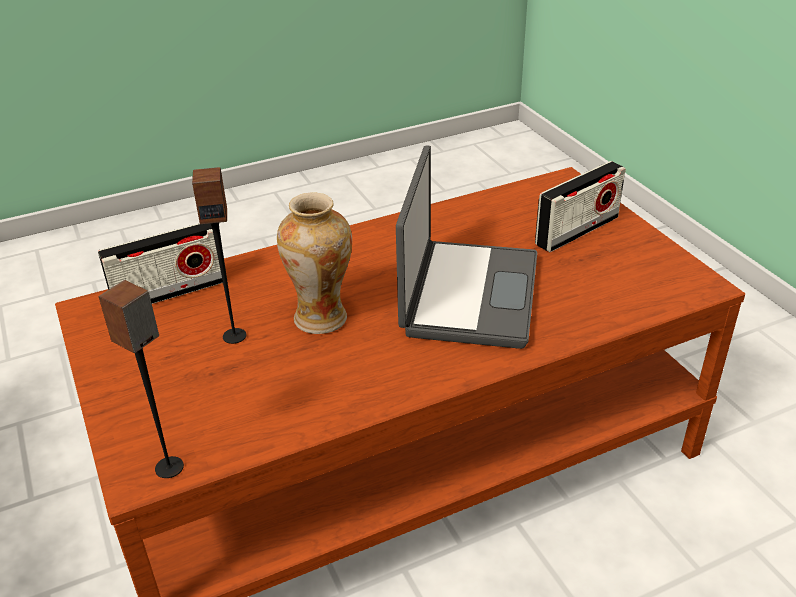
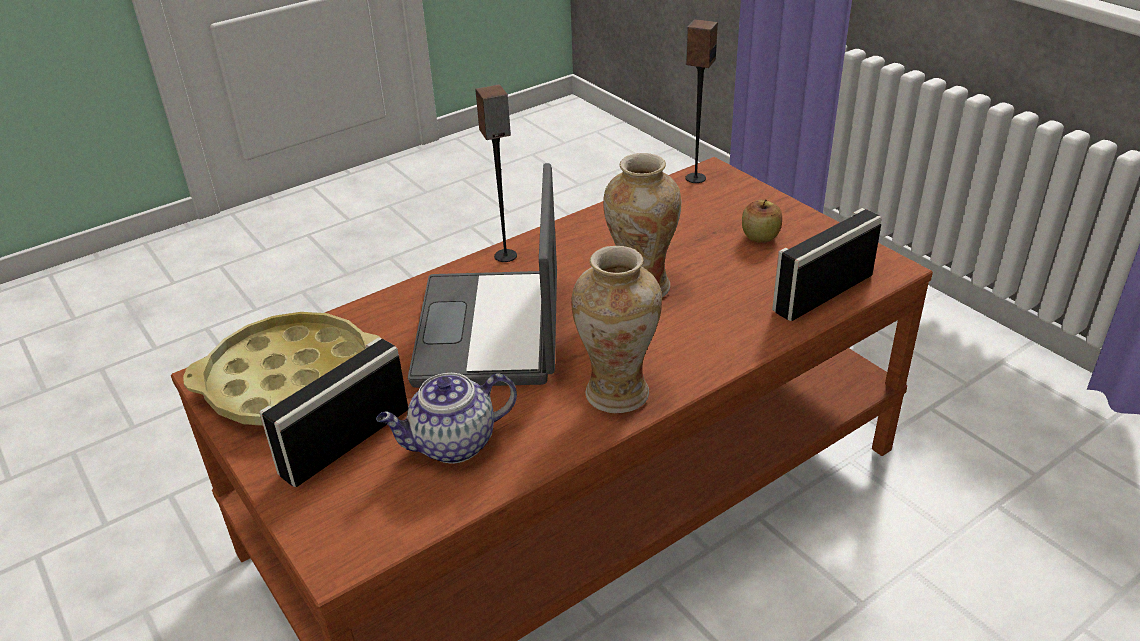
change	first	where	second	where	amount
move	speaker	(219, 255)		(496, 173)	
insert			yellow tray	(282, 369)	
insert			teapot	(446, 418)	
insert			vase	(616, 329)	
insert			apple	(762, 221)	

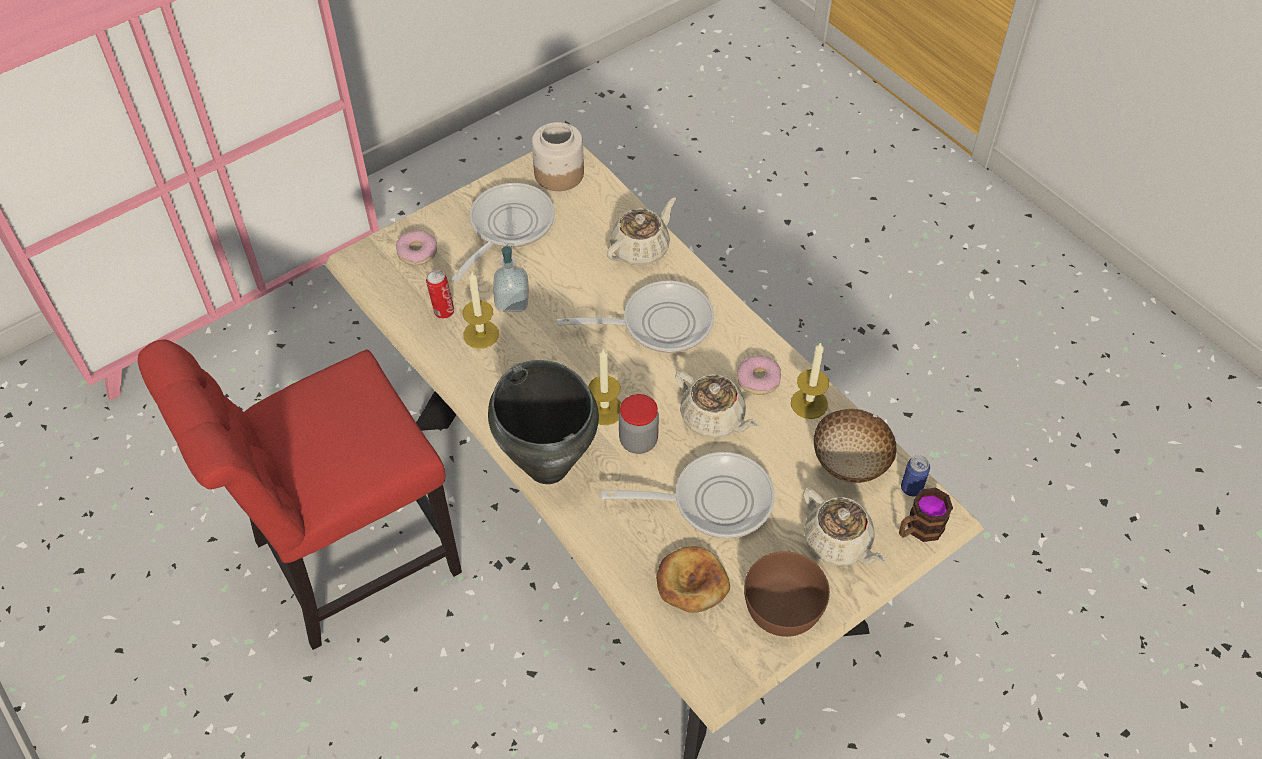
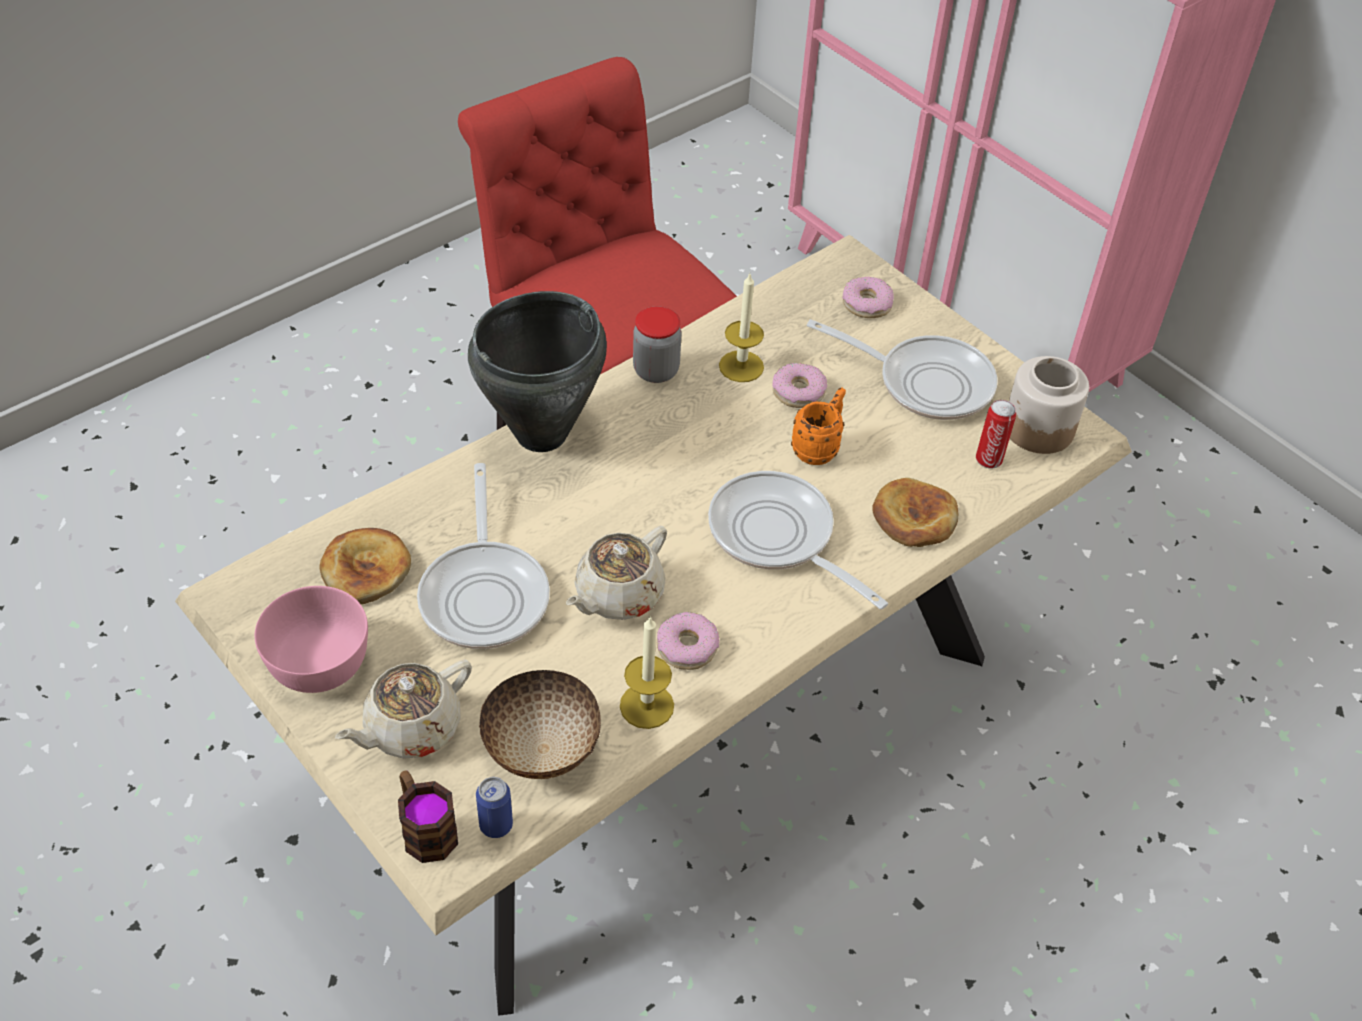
change	first	where	second	where	amount
move	can	(440, 294)		(996, 434)	
replace	soap dispenser	(511, 279)	donut	(799, 385)	
rotate	frying pan	(635, 316)		(798, 540)	150 degrees clockwise
delete	candle	(604, 387)			
replace	beige teapot	(641, 231)	bread	(915, 512)	
move	jar	(639, 424)		(657, 345)	
recolor	brown bowl	(787, 594)	pink bowl	(311, 639)	
insert			orange mug	(818, 426)	

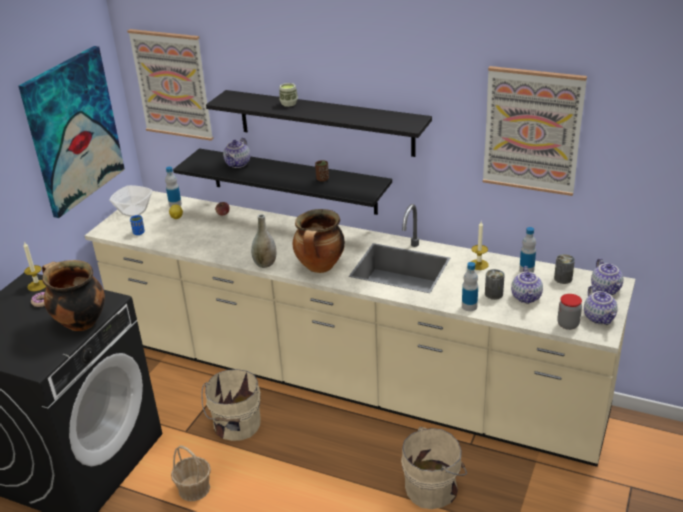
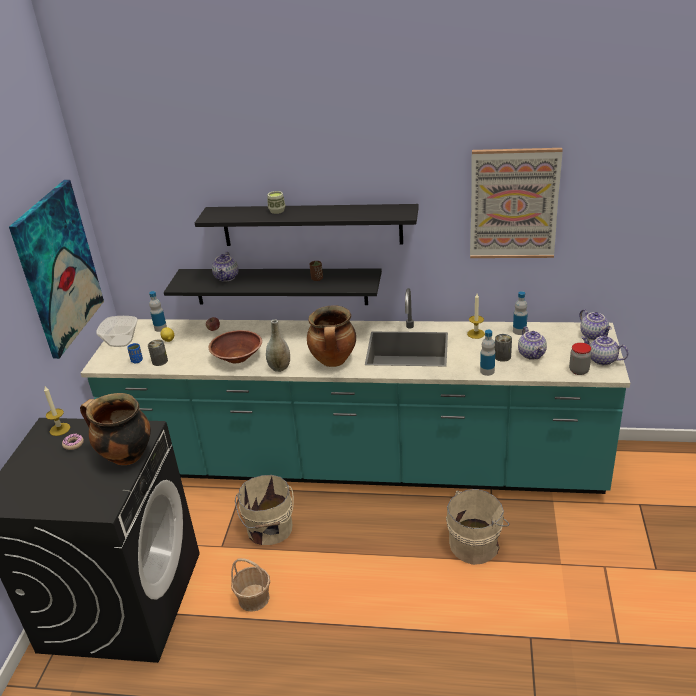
change	first	where	second	where	amount
recolor	beige counter	(360, 329)	turquoise counter	(355, 391)	
delete	picture	(170, 85)			
move	can	(564, 269)		(158, 353)	
rotate	teapot	(601, 305)		(605, 350)	150 degrees clockwise
insert			brown bowl	(235, 346)	

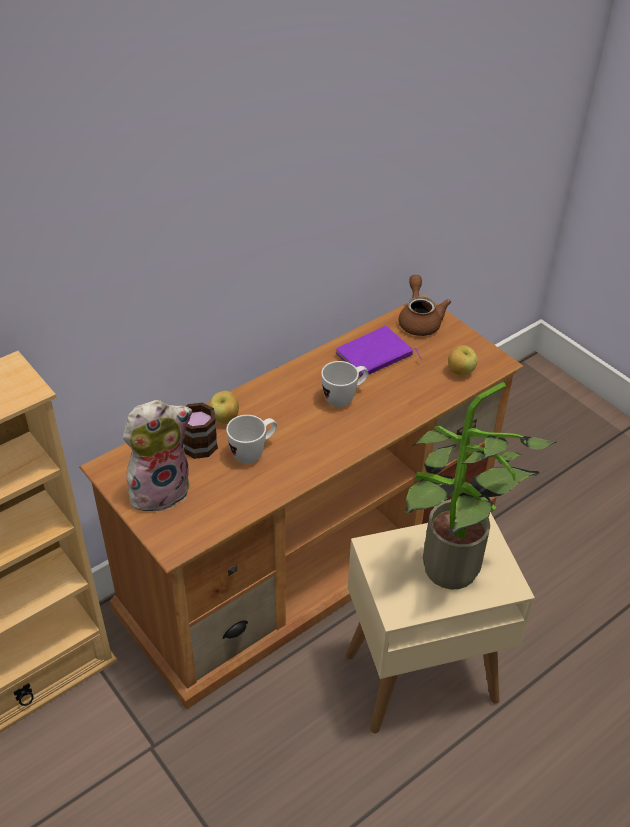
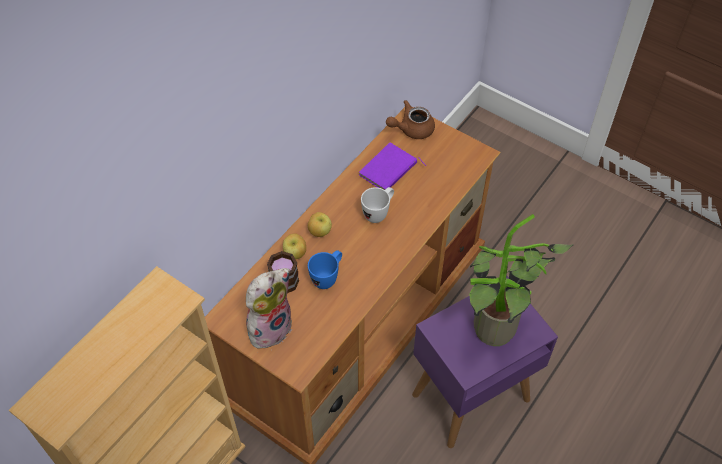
change	first	where	second	where	amount
recolor	white mug	(251, 439)	blue mug	(325, 269)	
recolor	beige side table	(440, 622)	purple side table	(485, 362)	
rotate	brown teapot	(425, 305)		(410, 119)	90 degrees counterclockwise
move	apple	(463, 360)		(320, 224)	

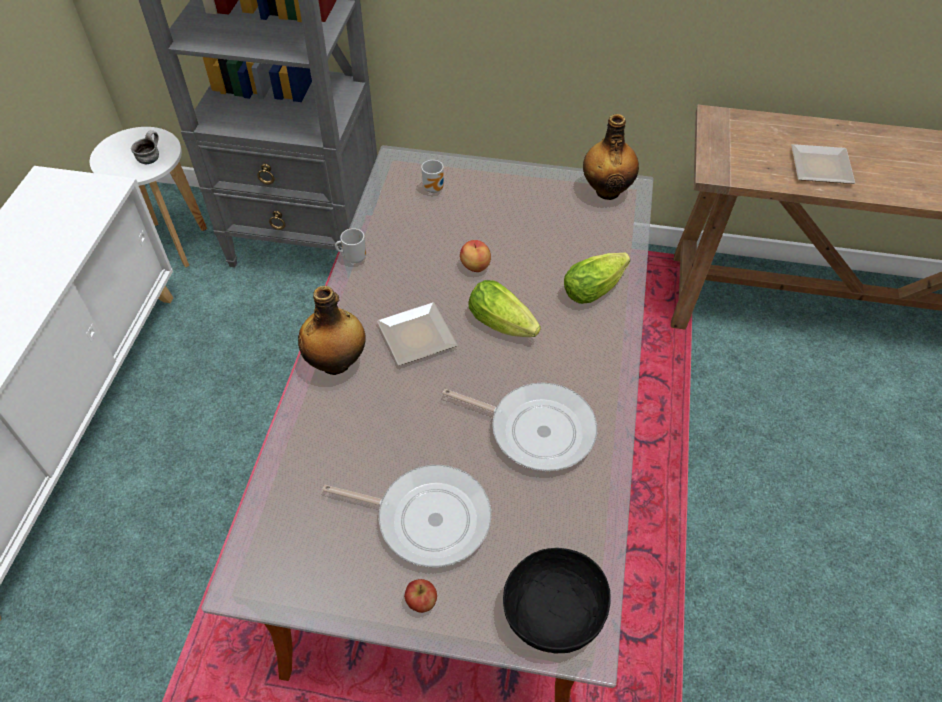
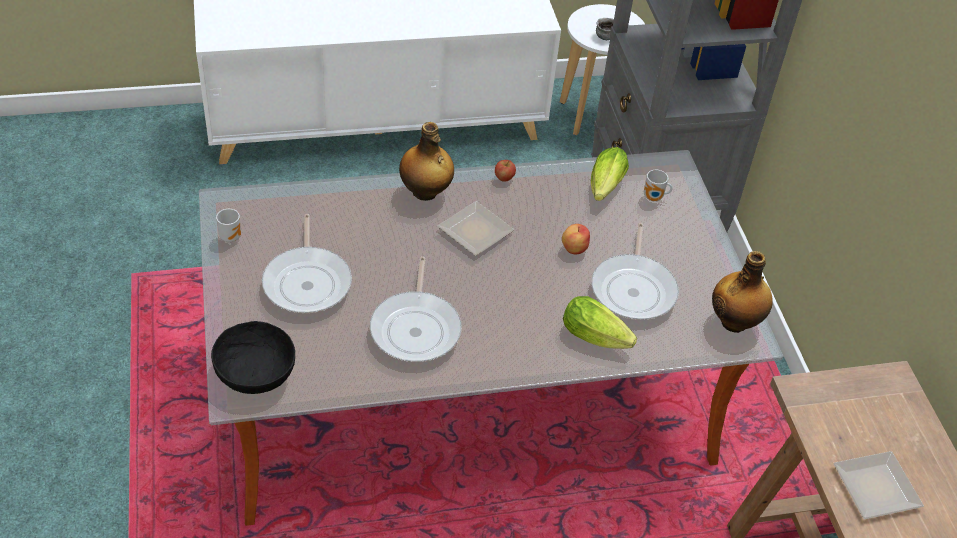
change	first	where	second	where	amount
move	mug	(350, 245)		(228, 225)	
move	apple	(420, 596)		(505, 171)	
move	lettuce	(504, 308)		(610, 174)	
insert			frying pan	(635, 271)	

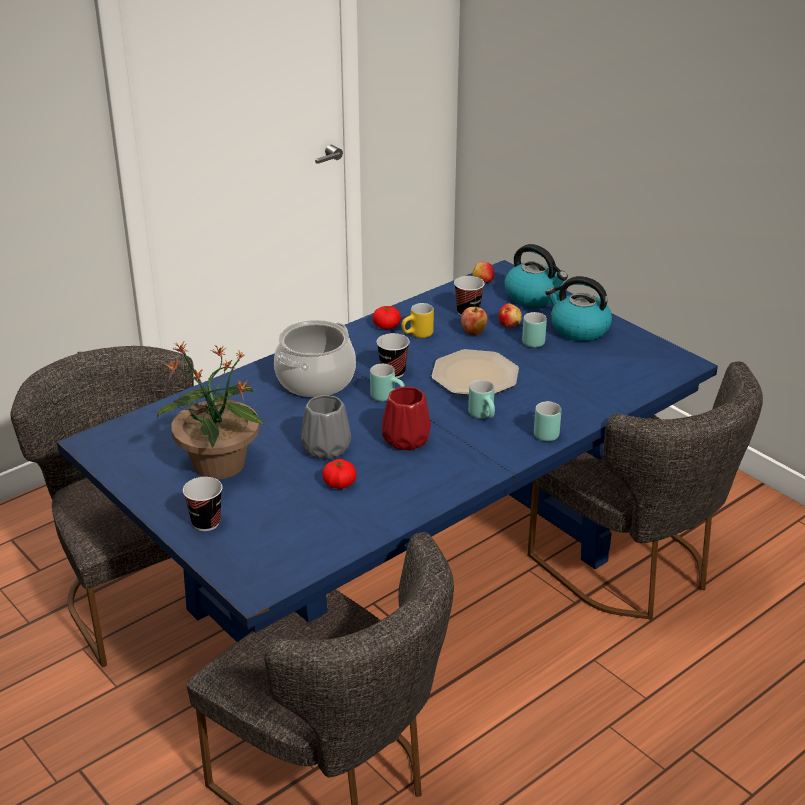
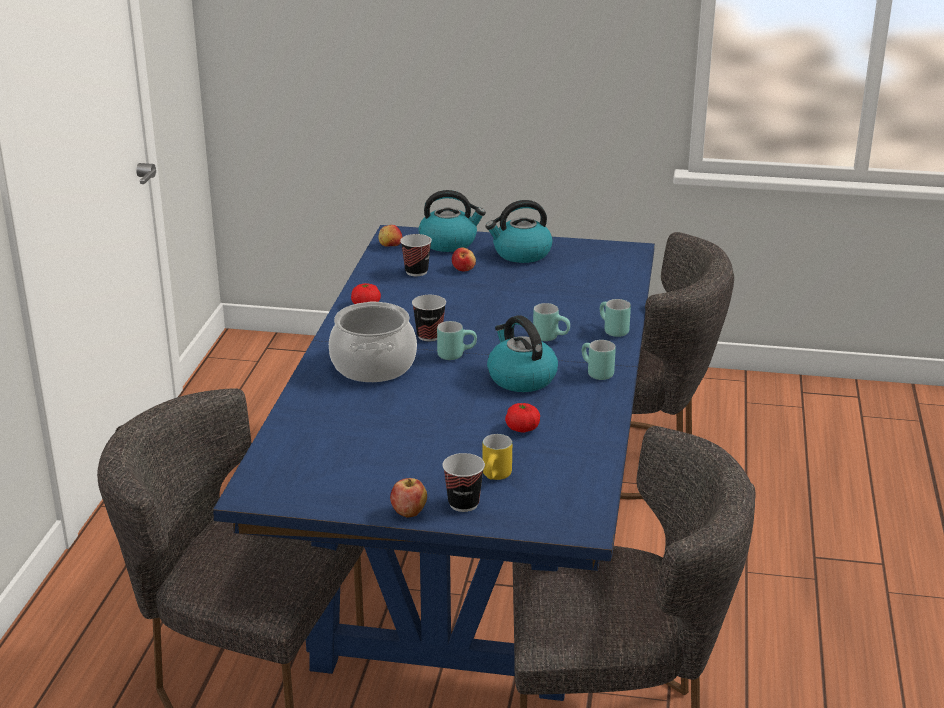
change	first	where	second	where	amount
delete	potted plant	(210, 410)			
delete	grey vase	(326, 427)			
replace	red vase	(406, 418)	kettle	(522, 353)	
move	yellow mug	(417, 320)		(497, 457)	
delete	plate	(475, 372)			
move	apple	(474, 321)		(408, 497)	
move	turquoise mug	(534, 330)		(599, 360)	

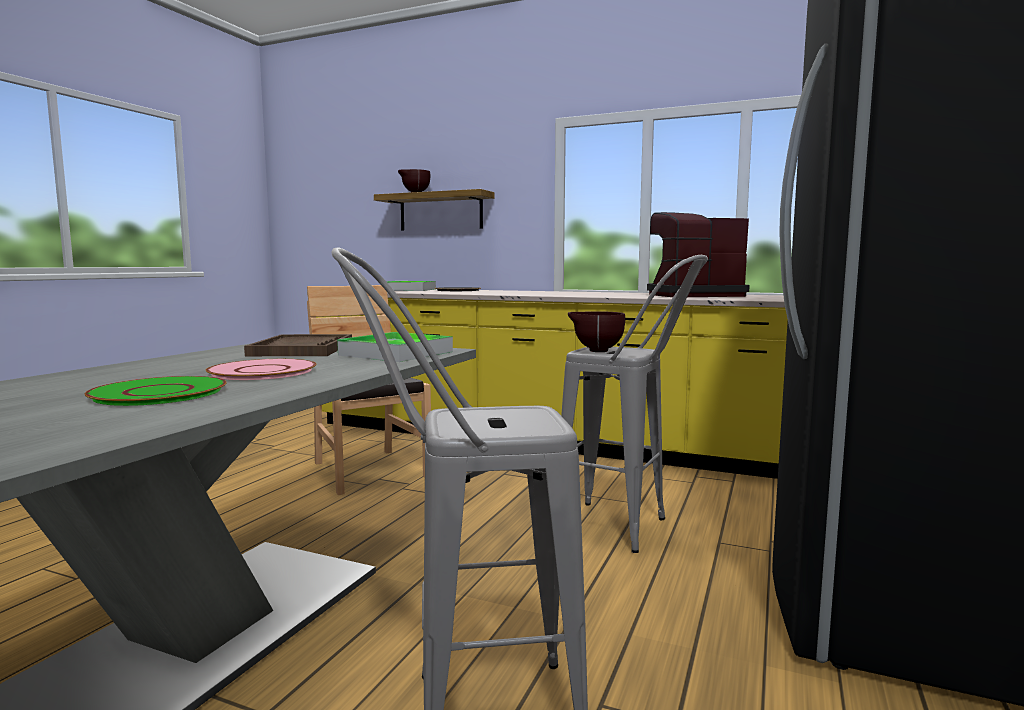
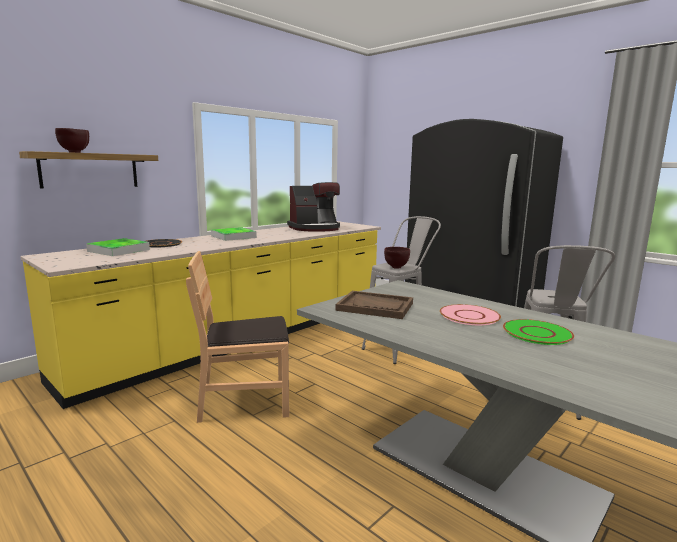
change	first	where	second	where	amount
move	tray	(395, 347)		(234, 234)	
rotate	coffee machine	(698, 254)		(313, 207)	120 degrees counterclockwise

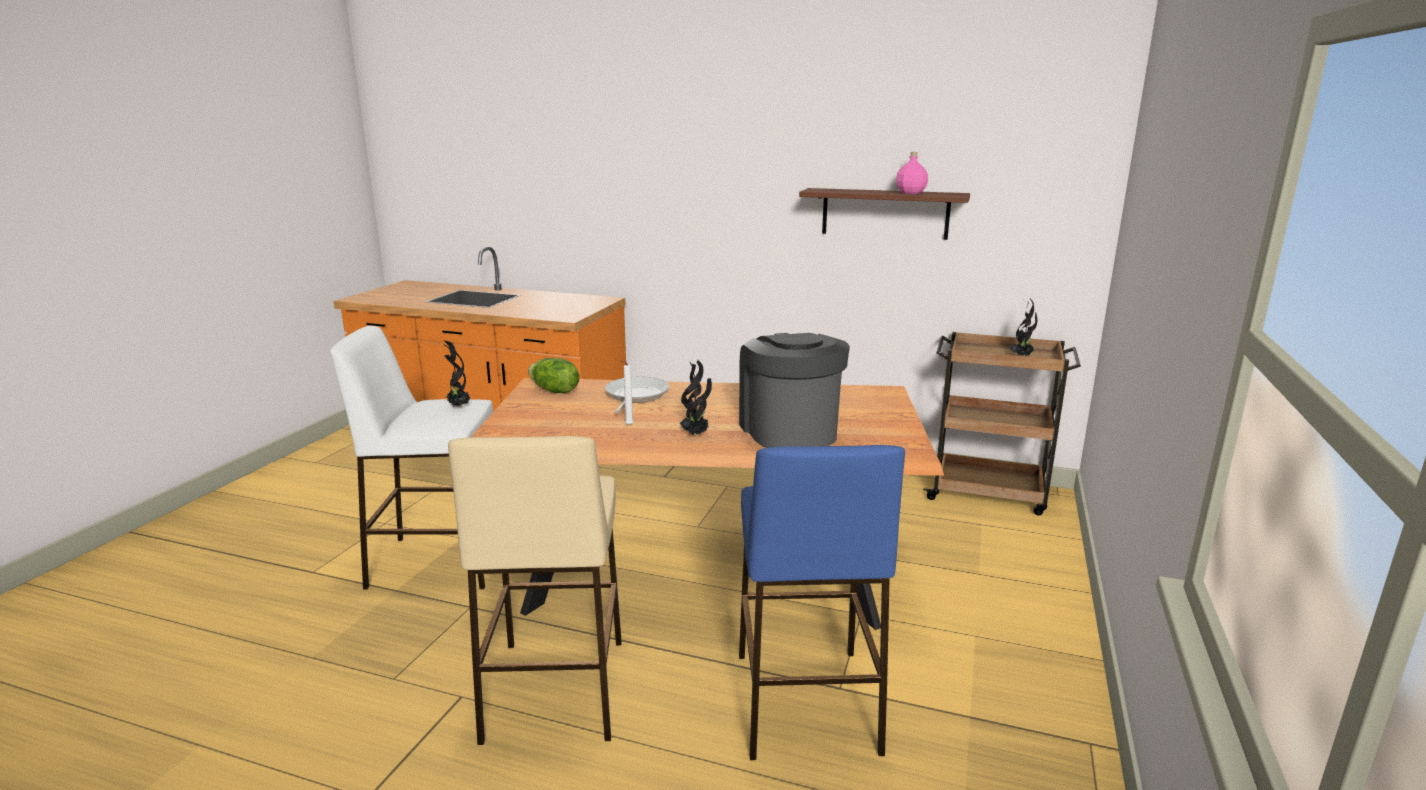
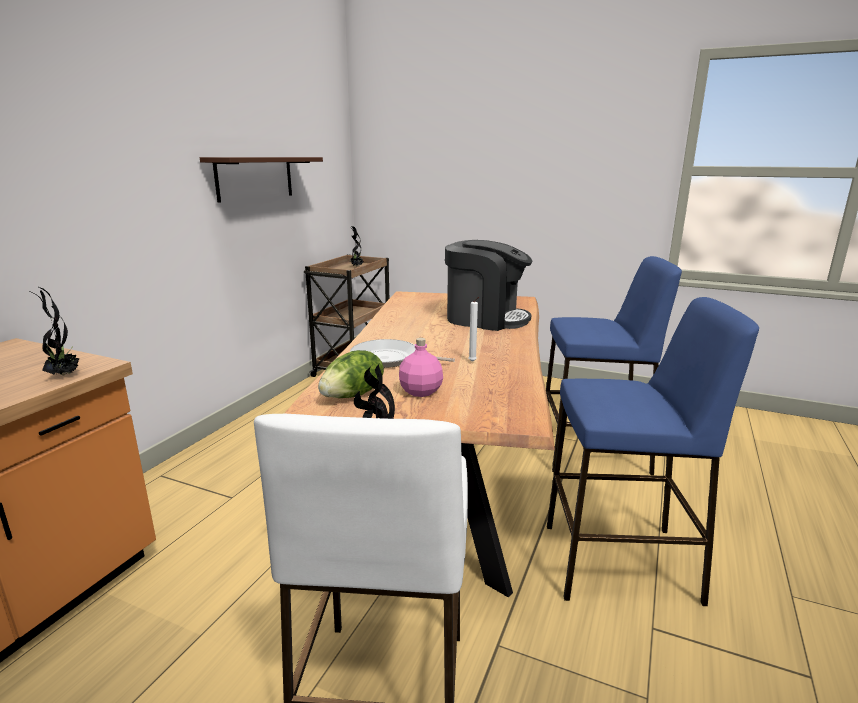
change	first	where	second	where	amount
recolor	beige stool	(535, 590)	blue stool	(653, 451)	
move	potted plant	(696, 398)		(54, 331)	
rotate	coffee machine	(794, 390)		(488, 285)	150 degrees counterclockwise
move	pink bottle	(912, 173)		(421, 367)	

